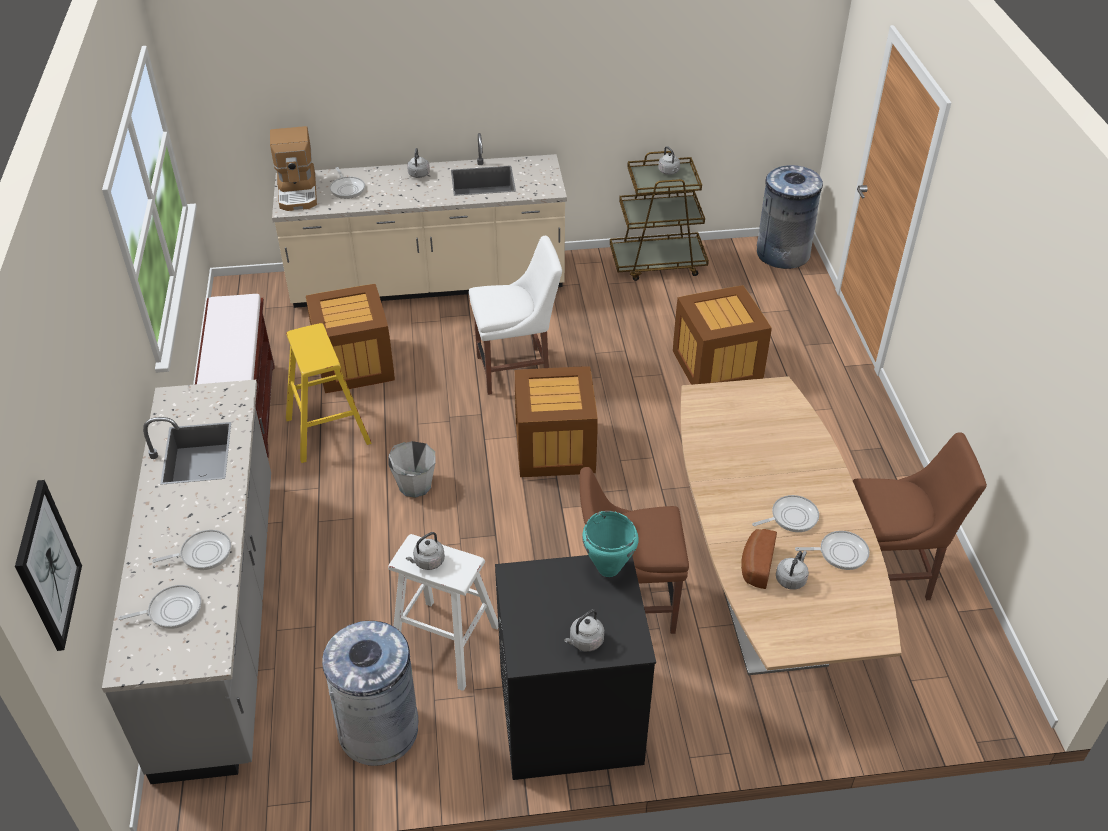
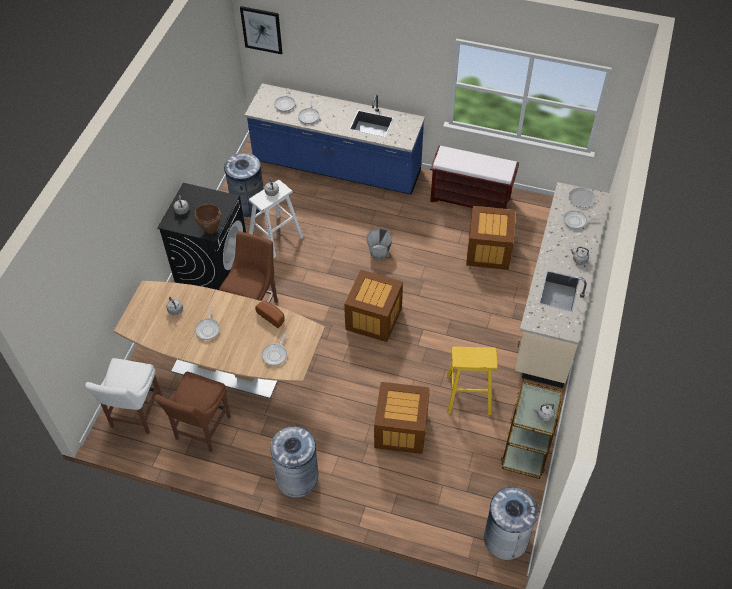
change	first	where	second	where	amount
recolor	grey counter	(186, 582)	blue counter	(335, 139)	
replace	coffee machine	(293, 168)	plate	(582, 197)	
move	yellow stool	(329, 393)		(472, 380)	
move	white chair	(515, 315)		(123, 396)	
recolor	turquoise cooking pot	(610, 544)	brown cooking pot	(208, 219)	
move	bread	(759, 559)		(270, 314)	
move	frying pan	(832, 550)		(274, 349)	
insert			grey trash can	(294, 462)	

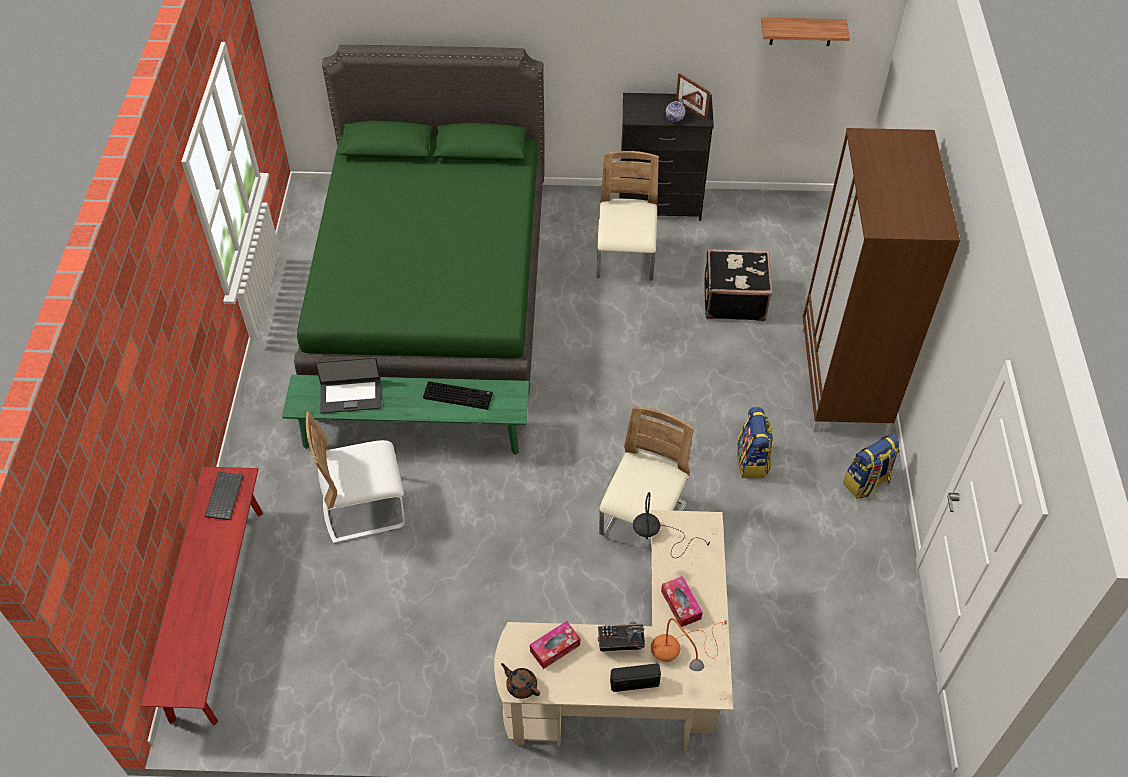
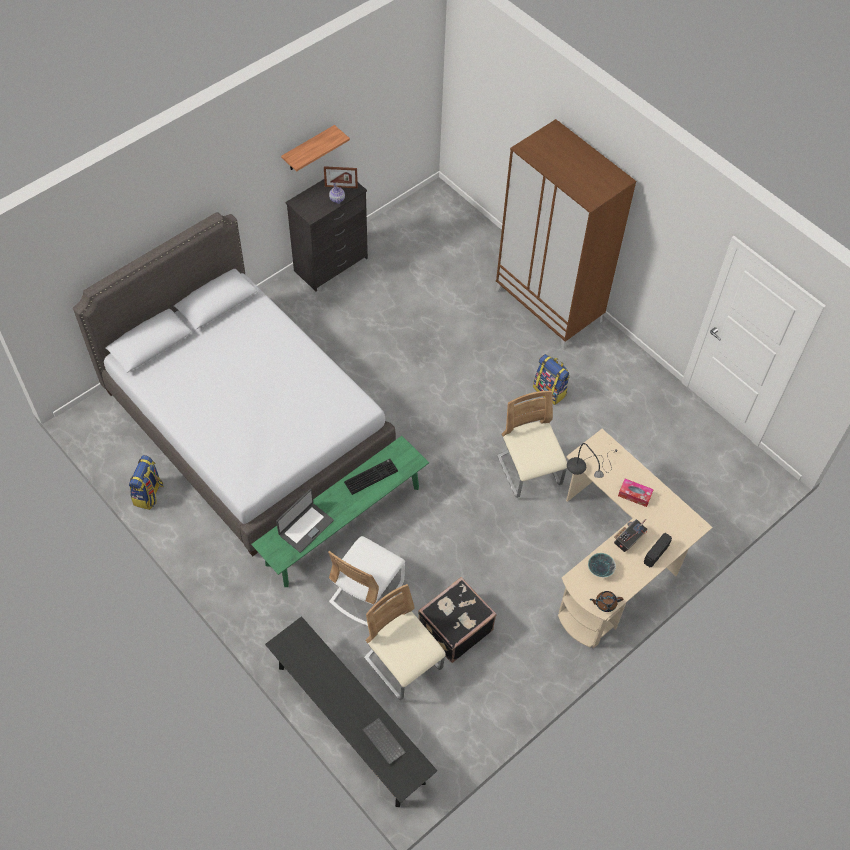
change	first	where	second	where	amount
recolor	red bench	(201, 596)	black bench	(351, 711)	
move	keyboard	(224, 496)		(384, 741)	
recolor	green bed	(419, 220)	grey bed	(234, 384)	
replace	tissue box	(555, 645)	bowl	(602, 565)	
move	beige chair	(628, 216)		(405, 642)	
delete	orange table lamp	(689, 644)			
move	black suitcase	(738, 285)		(457, 620)	
move	shelf	(805, 32)		(315, 148)	
move	backpack	(871, 466)		(146, 482)	

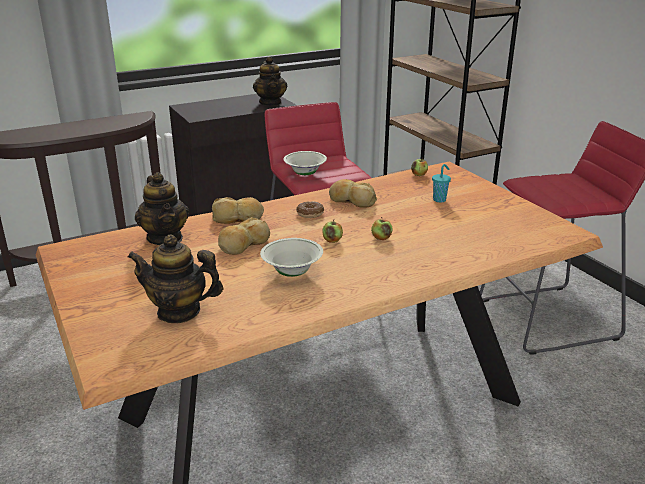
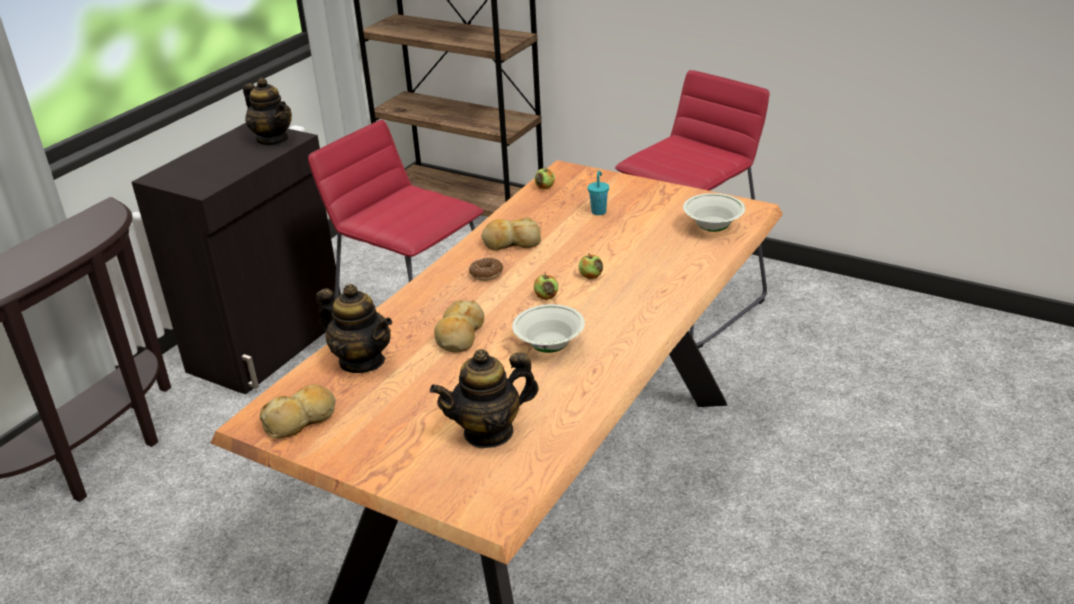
change	first	where	second	where	amount
move	bread	(238, 210)		(298, 411)	
move	white bowl	(305, 163)		(714, 212)	

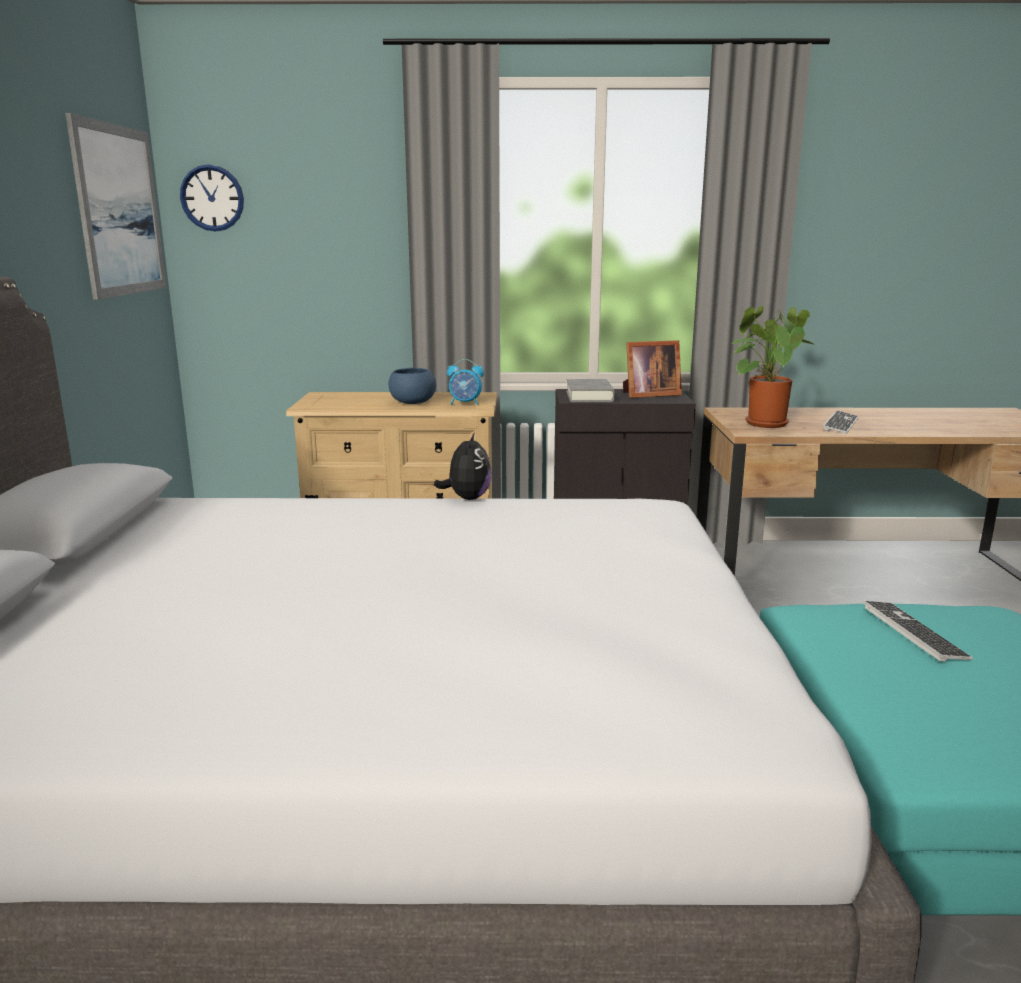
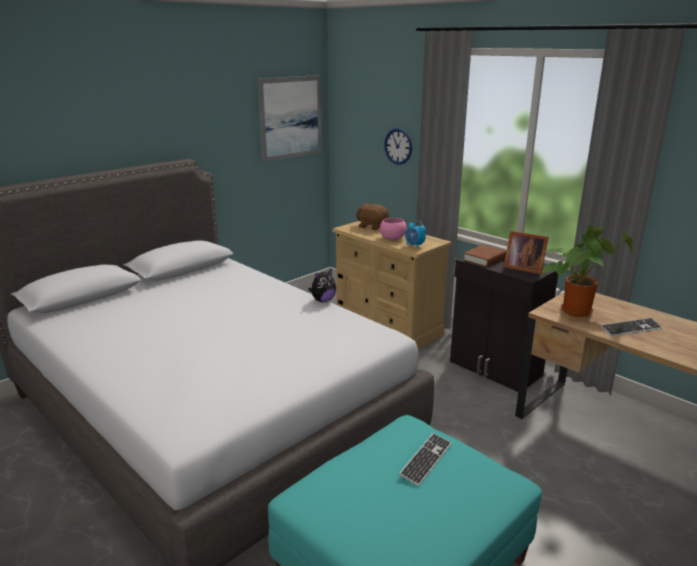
change	first	where	second	where	amount
move	wall clock	(212, 198)		(398, 147)	
recolor	blue bowl	(412, 385)	pink bowl	(393, 229)	
recolor	grey book	(590, 390)	brown book	(484, 256)	
insert			brown plush toy	(372, 217)	

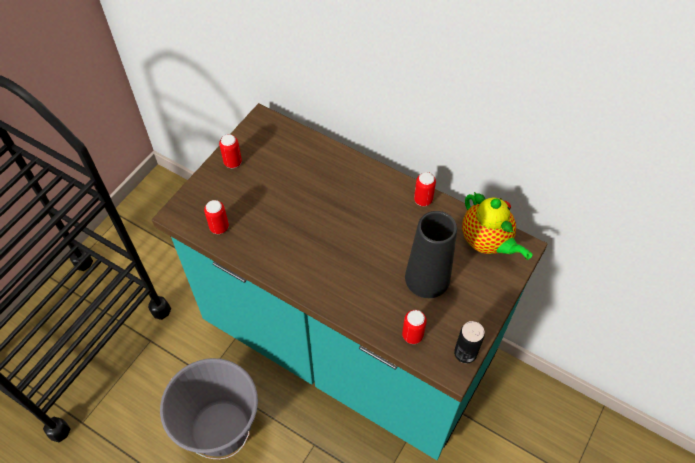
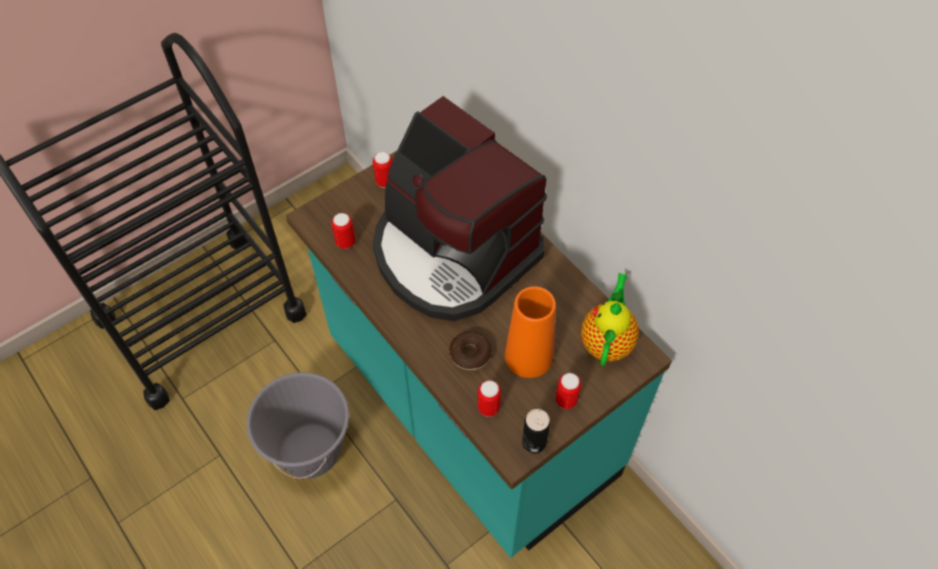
change	first	where	second	where	amount
recolor	black vase	(431, 254)	orange vase	(530, 332)	
move	can	(425, 189)		(568, 391)	
rotate	teapot	(497, 226)		(610, 319)	150 degrees counterclockwise
insert			coffee machine	(460, 208)	
insert			donut	(470, 350)	

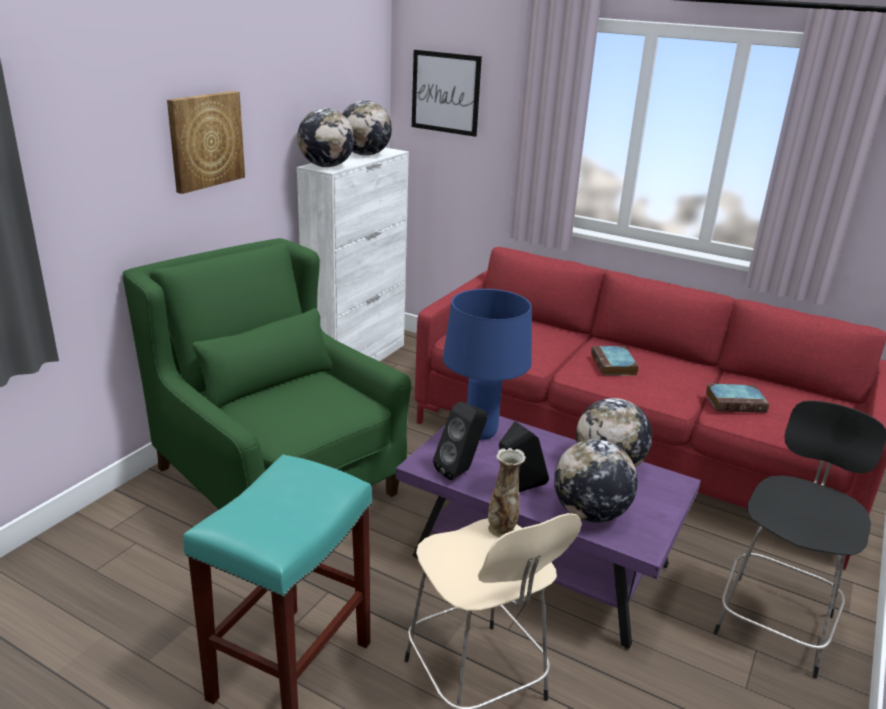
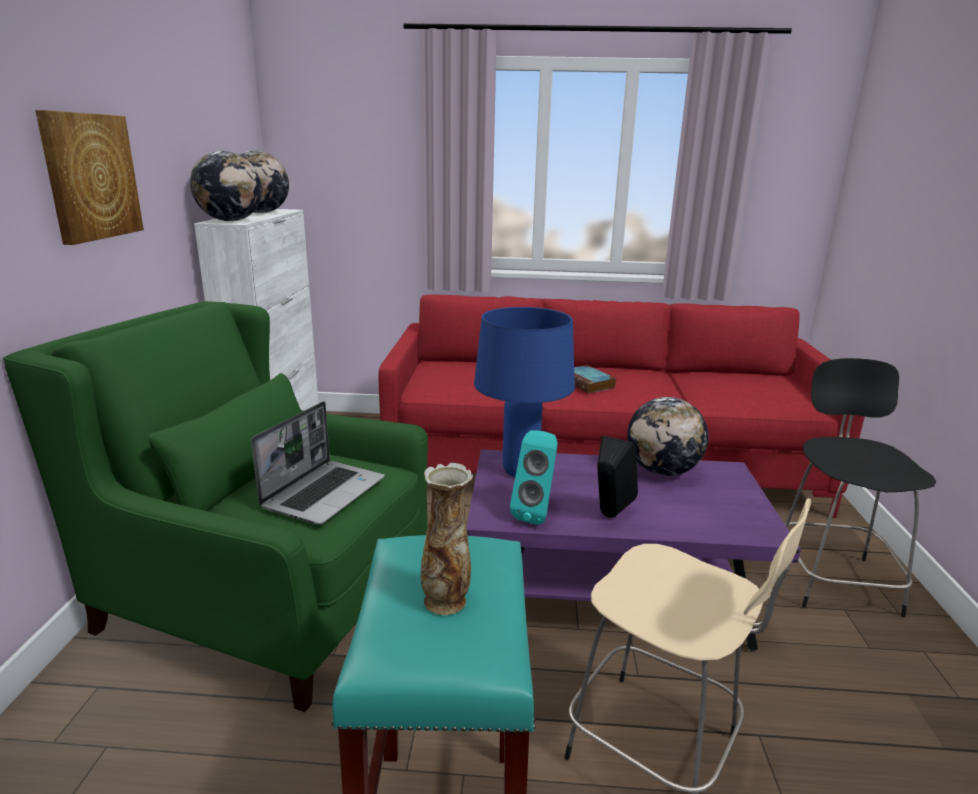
change	first	where	second	where	amount
delete	picture	(447, 93)			
recolor	black speaker	(460, 441)	turquoise speaker	(534, 477)	
move	vase	(507, 492)		(447, 539)	
delete	globe	(596, 481)			
delete	book	(737, 398)			
insert			laptop	(318, 462)	

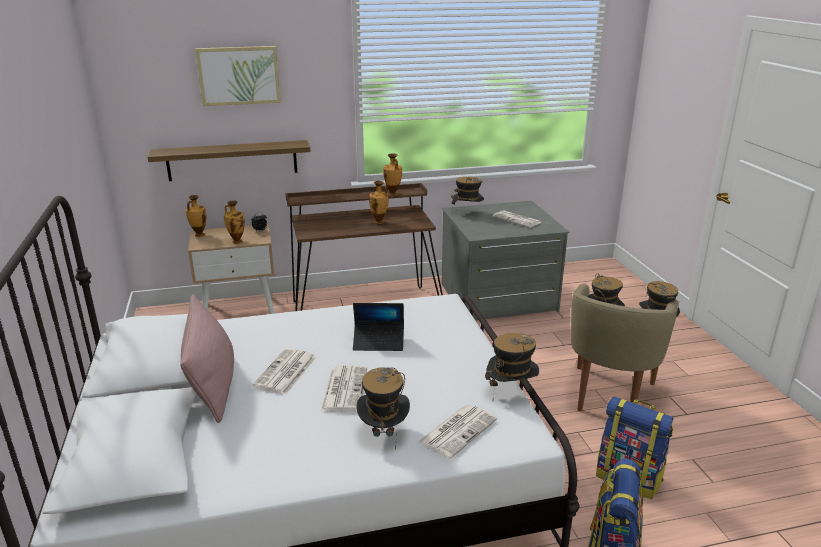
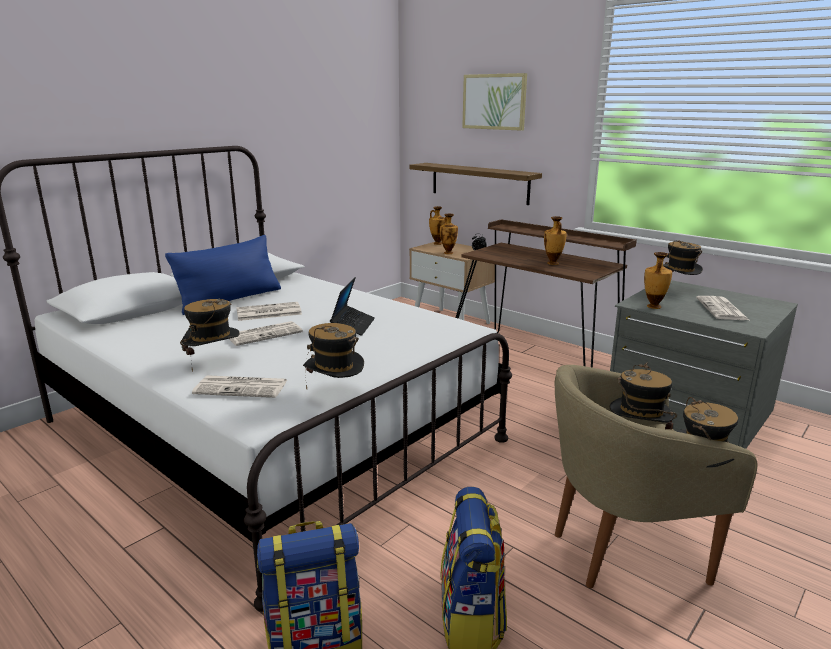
change	first	where	second	where	amount
recolor	pink pillow	(207, 358)	blue pillow	(223, 275)	
rotate	laptop	(378, 327)		(352, 306)	135 degrees counterclockwise
move	vase	(392, 174)		(658, 280)	

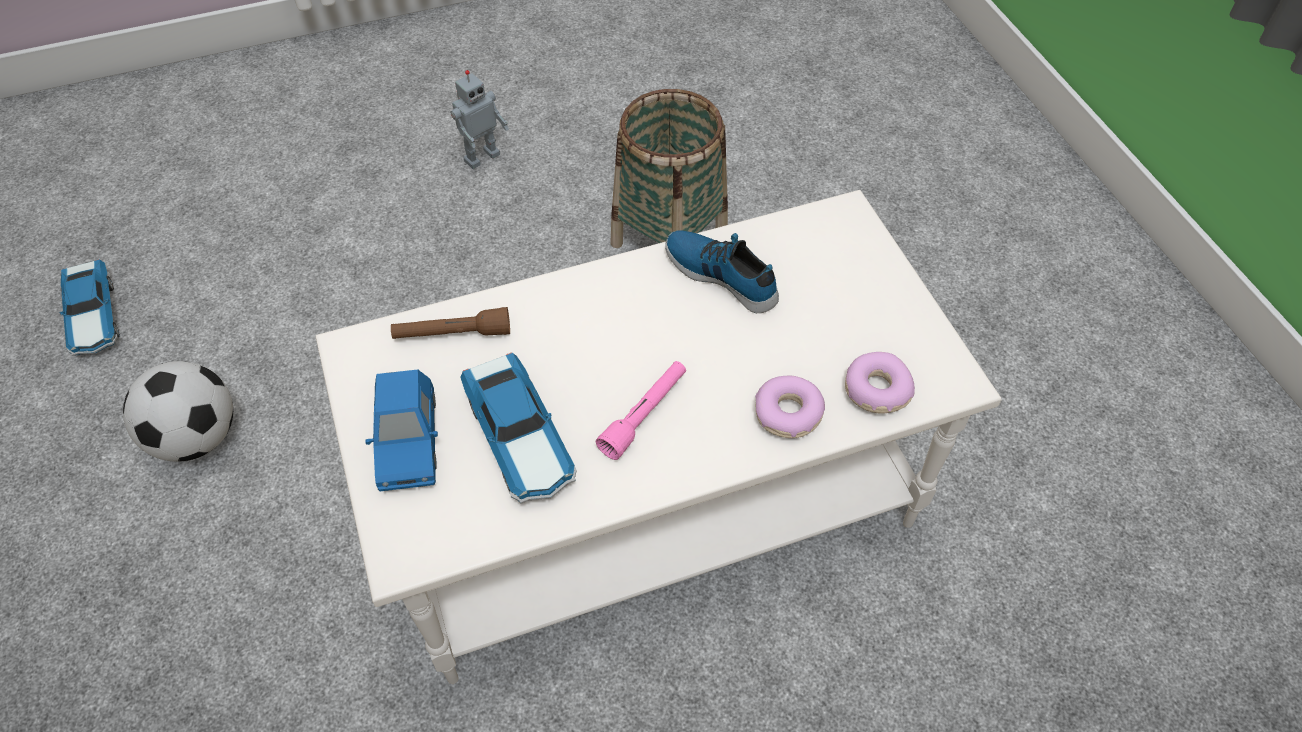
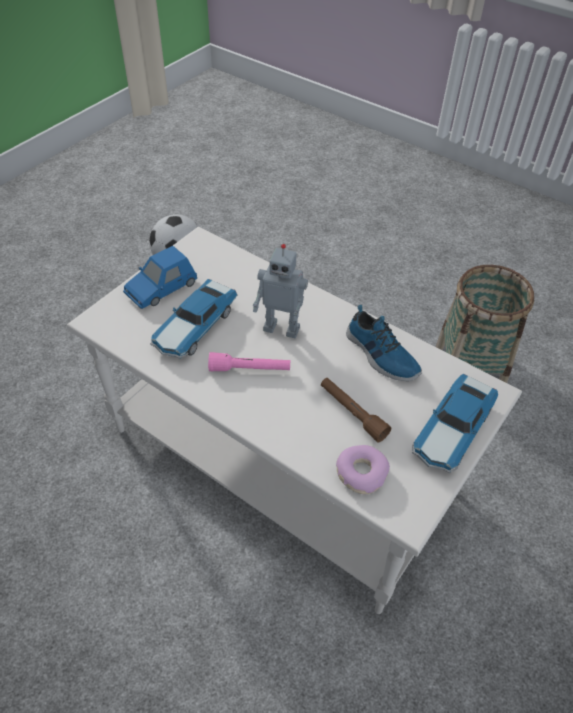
change	first	where	second	where	amount
move	toy car	(90, 307)		(455, 424)	
move	brown flashlight	(450, 323)		(356, 410)	
move	toy robot	(479, 119)		(280, 291)	
rotate	shoe	(722, 271)		(384, 343)	135 degrees clockwise
delete	donut	(790, 407)			

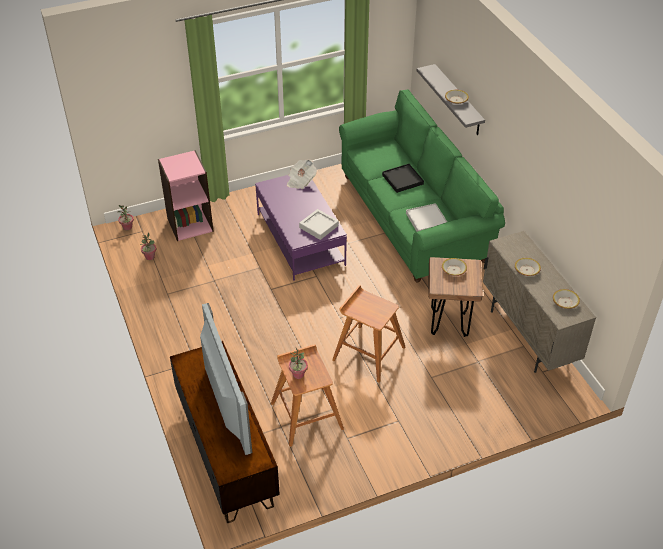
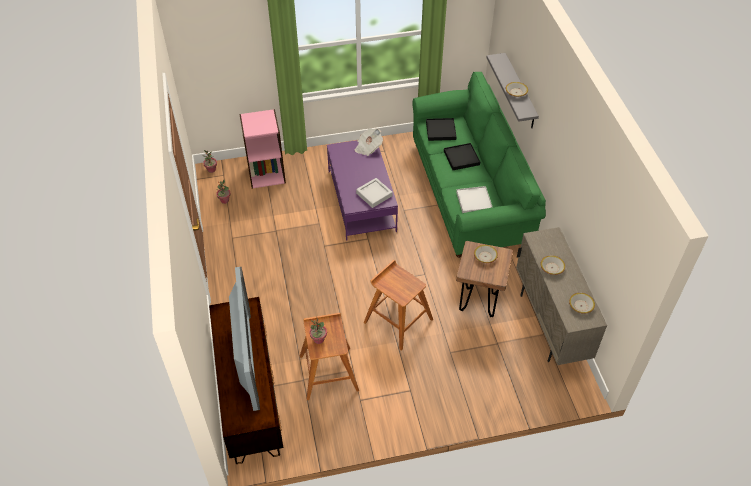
change	first	where	second	where	amount
insert			black tray	(441, 129)	

